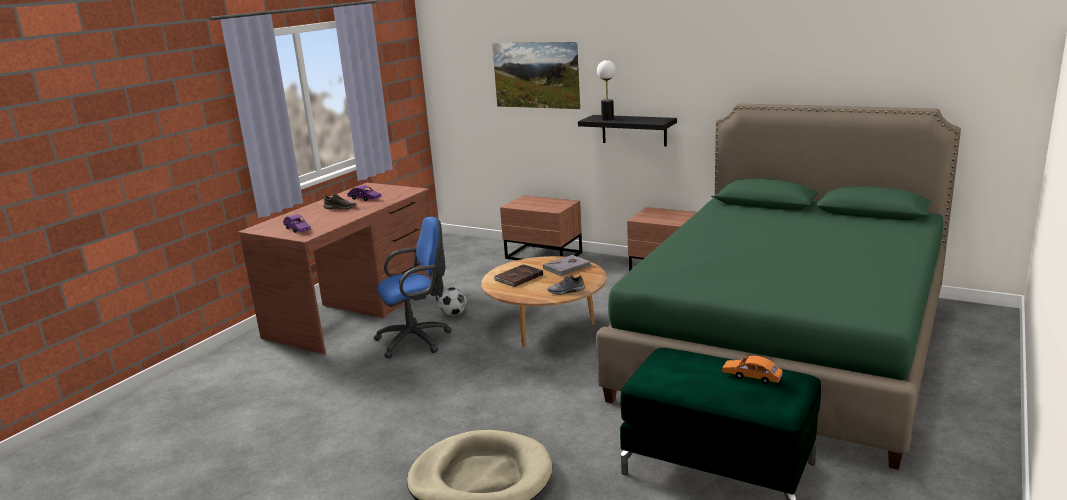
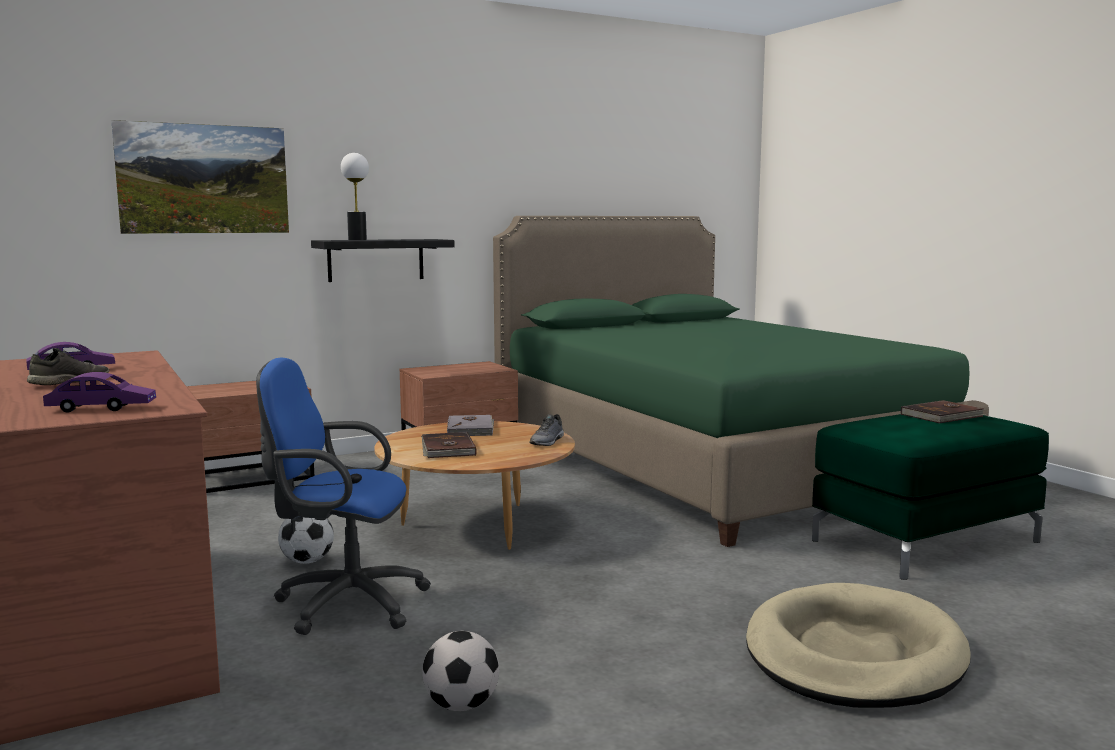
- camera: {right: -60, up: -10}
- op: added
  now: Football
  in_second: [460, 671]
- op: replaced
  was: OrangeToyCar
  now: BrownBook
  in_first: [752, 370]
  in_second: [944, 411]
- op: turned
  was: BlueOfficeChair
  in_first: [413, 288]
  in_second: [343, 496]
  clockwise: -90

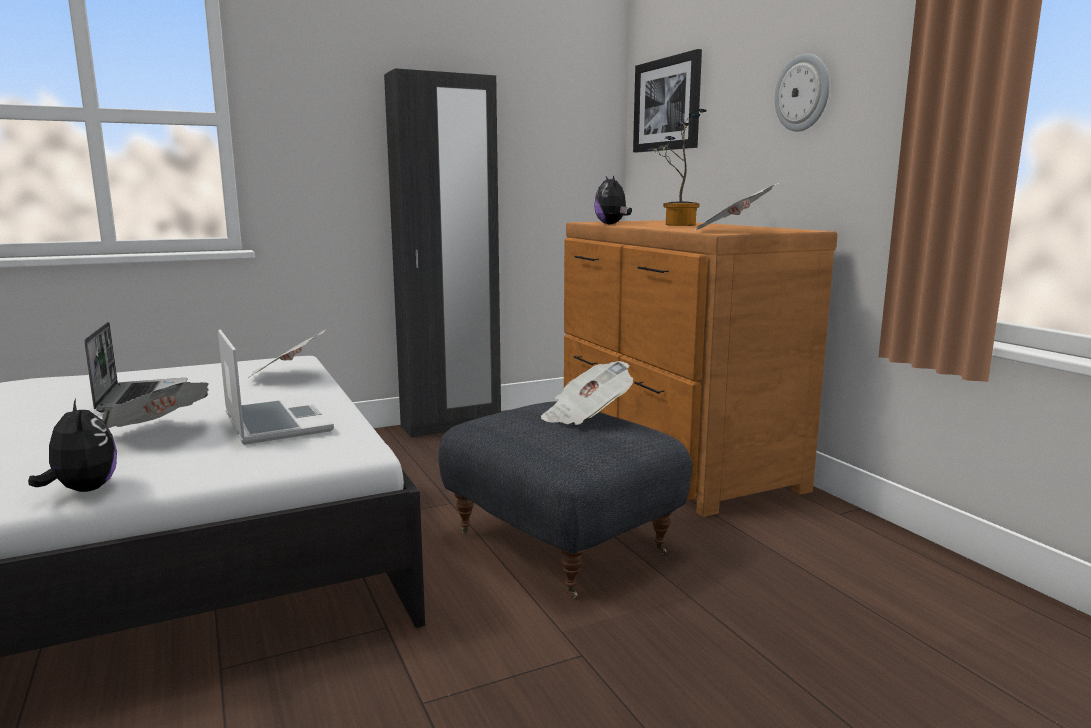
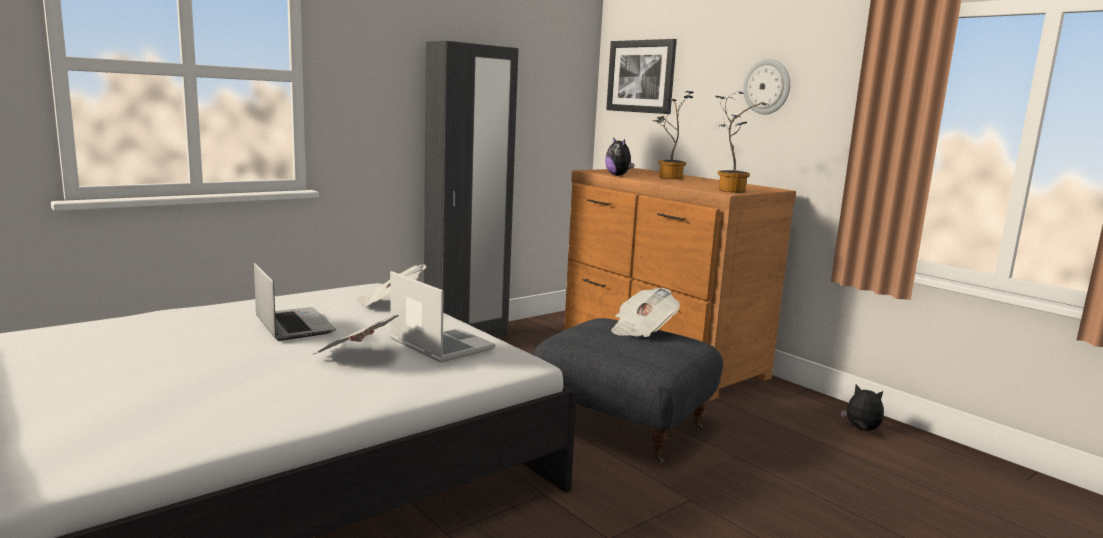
- camera: {right: -15, up: 0}
- op: moved
  was: PlushToy
  in_first: [72, 445]
  in_second: [862, 407]
- op: replaced
  was: Newspaper
  now: PottedPlant
  in_first: [737, 206]
  in_second: [741, 142]

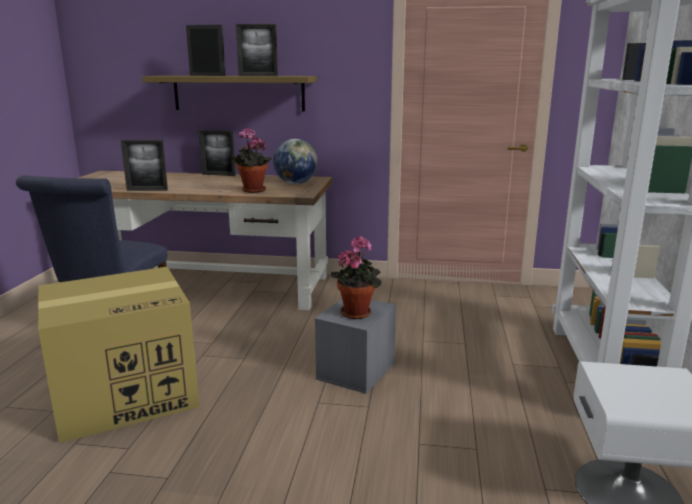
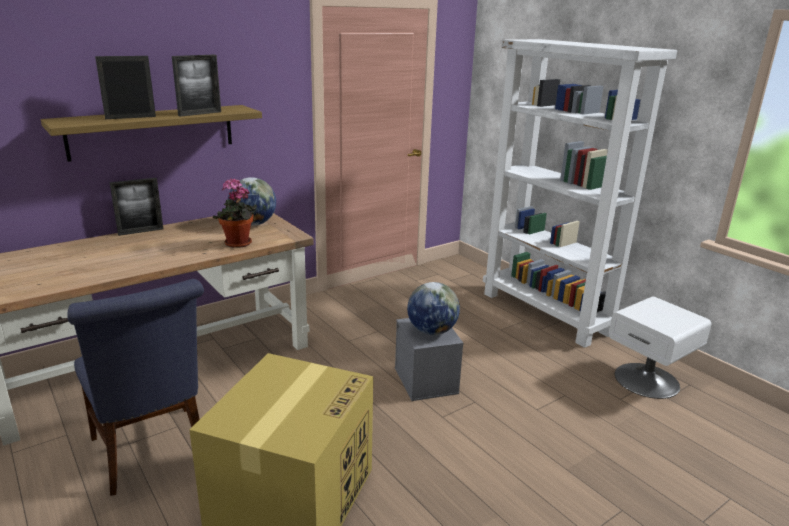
- camera: {right: -45, up: 5}
- op: removed
  was: PictureFrame
  in_first: [144, 165]
- op: replaced
  was: PottedPlant
  now: Globe
  in_first: [356, 277]
  in_second: [433, 308]

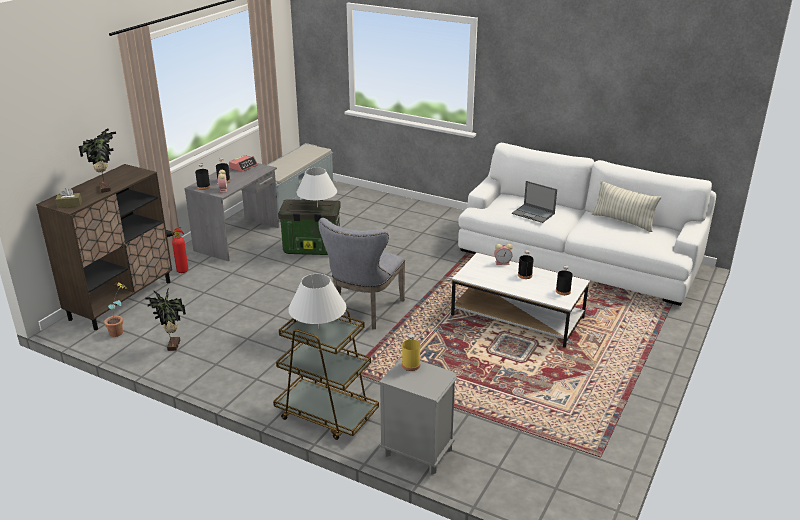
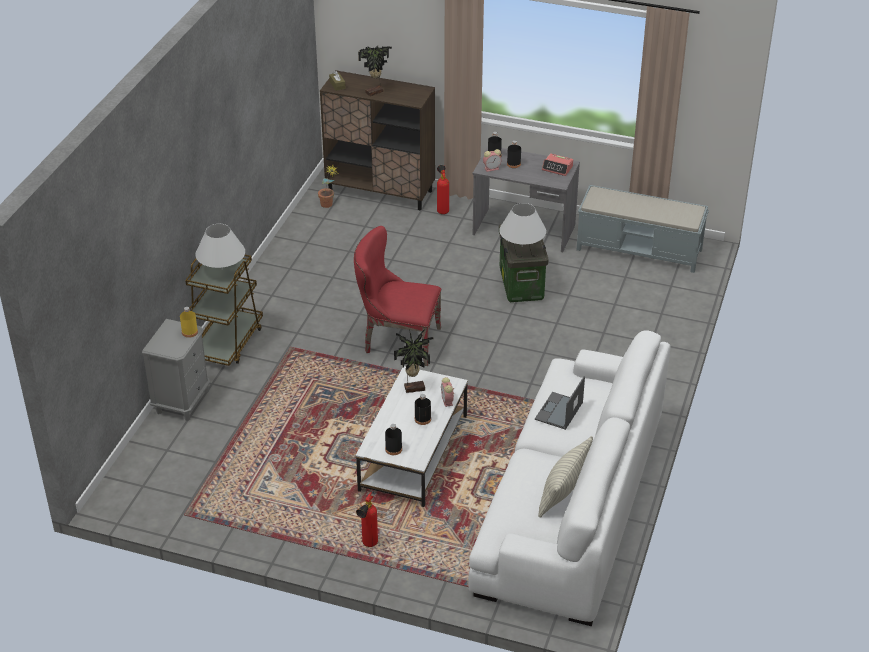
- camera: {right: 80, up: 10}
- op: added
  now: FireExtinguisher
  in_second: [367, 519]
- op: moved
  was: PottedPlant
  in_first: [165, 319]
  in_second: [413, 361]
- op: recoloured
  was: GreyChair
  now: RedChair
  in_first: [362, 273]
  in_second: [397, 296]

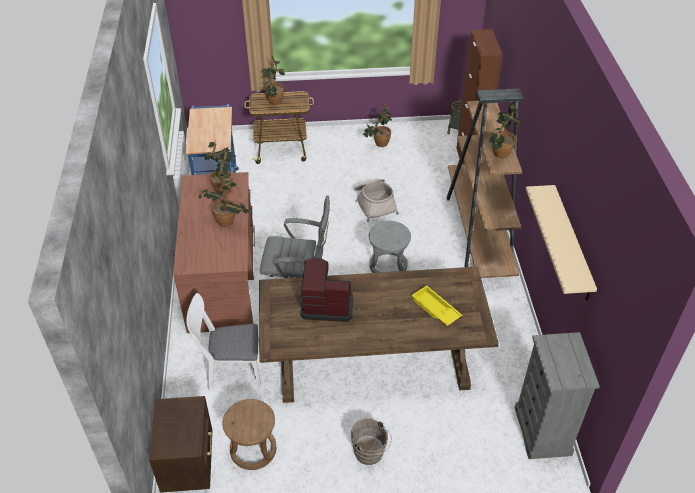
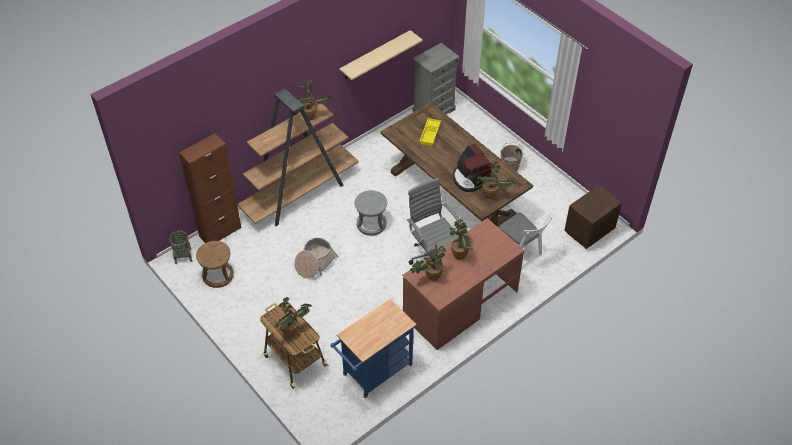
- camera: {right: -125, up: 5}
- op: moved
  was: BrownStool
  in_first: [249, 434]
  in_second: [215, 264]
- op: moved
  was: PottedPlant
  in_first: [377, 125]
  in_second: [496, 180]

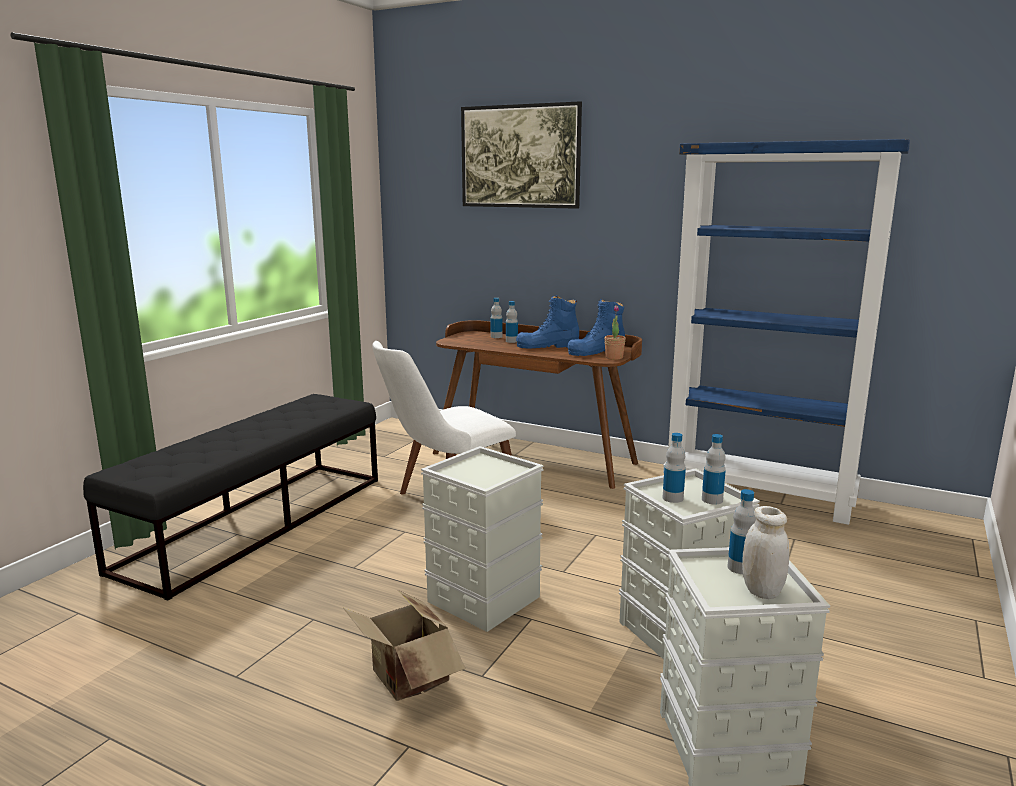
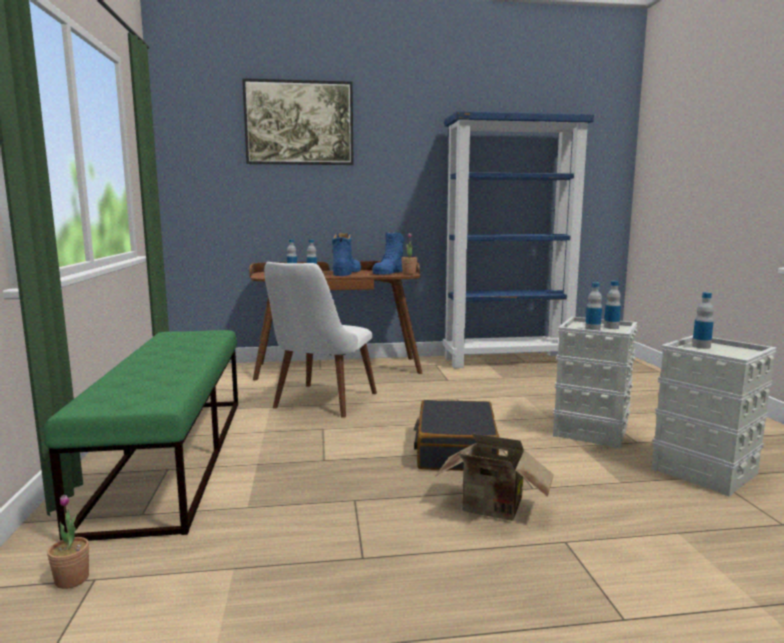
- camera: {right: -35, up: -5}
- op: removed
  was: WhiteJar
  in_first: [765, 552]
- op: added
  now: PottedPlant
  in_second: [68, 542]
- op: replaced
  was: GreyStorageBox
  now: BlackSuitcase
  in_first: [482, 539]
  in_second: [456, 435]
- op: recoloured
  was: BlackBench
  now: GreenBench
  in_first: [230, 497]
  in_second: [141, 435]
- op: turned
  was: BlueBoot
  in_first: [547, 322]
  in_second: [346, 254]
  clockwise: 150

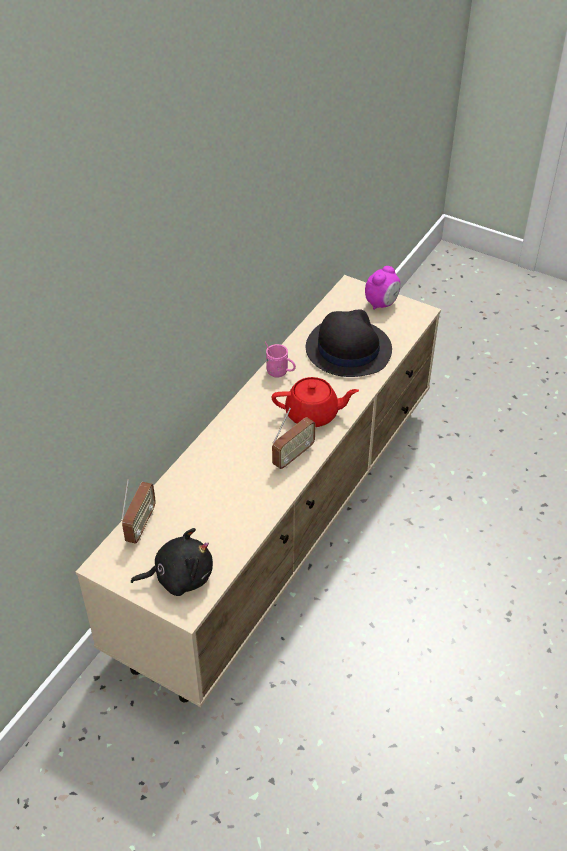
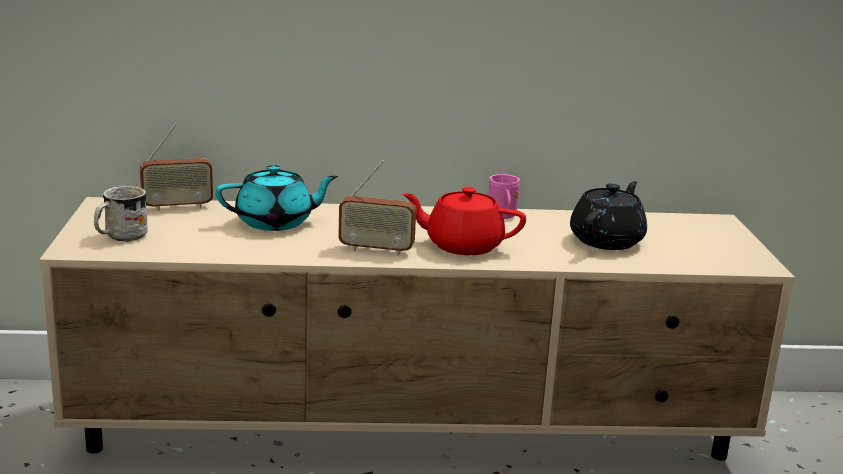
- camera: {right: 55, up: -25}
- op: removed
  was: AlarmClock
  in_first: [382, 287]
- op: added
  now: TurquoiseTeapot
  in_second: [277, 198]
- op: replaced
  was: BlackPlushToy
  now: WhiteMug
  in_first: [172, 562]
  in_second: [121, 214]
- op: replaced
  was: BlackHat
  now: BlackTeapot
  in_first: [349, 343]
  in_second: [608, 215]
- op: turned
  was: RedTeapot
  in_first: [315, 402]
  in_second: [464, 221]
  clockwise: 135

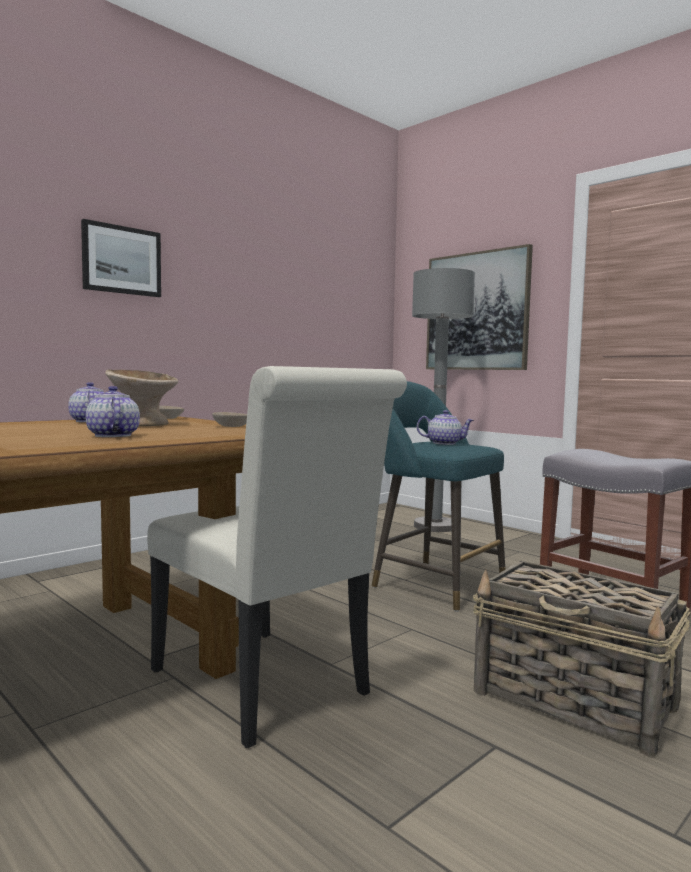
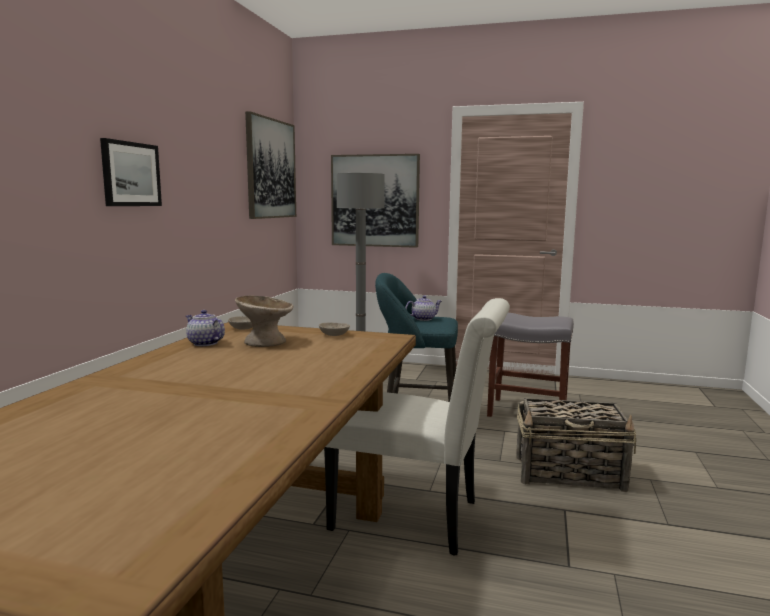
- camera: {right: -30, up: 5}
- op: removed
  was: Teapot
  in_first: [113, 411]
- op: added
  now: Picture
  in_second: [270, 165]

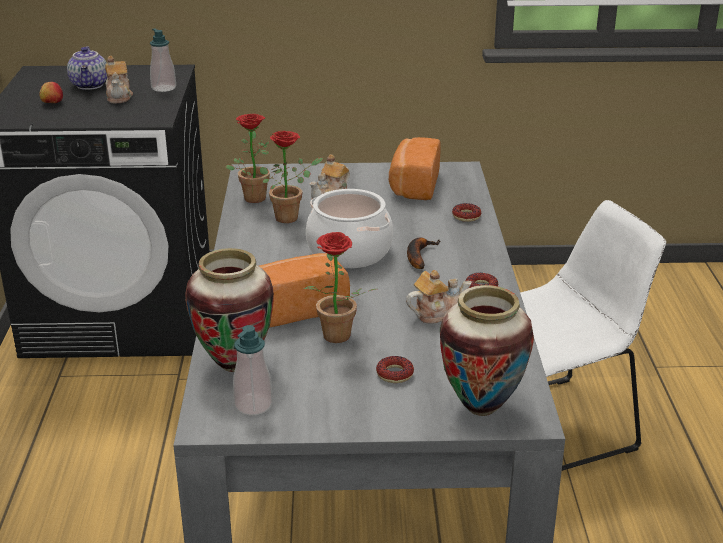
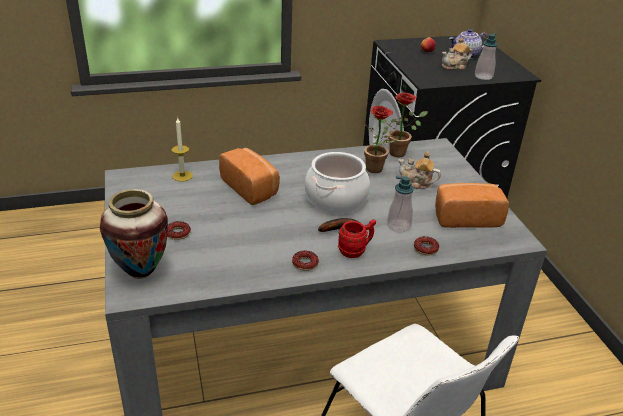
- camera: {right: 75, up: 5}
- op: removed
  was: PottedPlant
  in_first: [339, 287]
- op: removed
  was: Teapot
  in_first: [439, 297]
- op: added
  now: RedMug
  in_second: [357, 238]
- op: moved
  was: SoapDispenser
  in_first: [253, 370]
  in_second: [400, 204]
- op: replaced
  was: Vase
  now: Candle
  in_first: [229, 310]
  in_second: [182, 150]

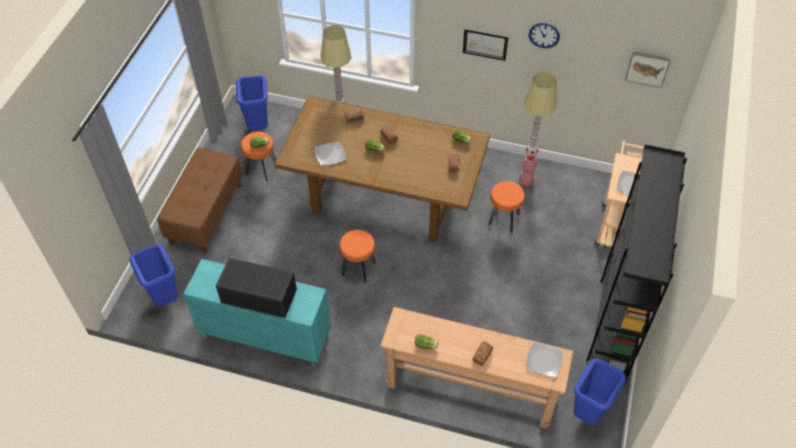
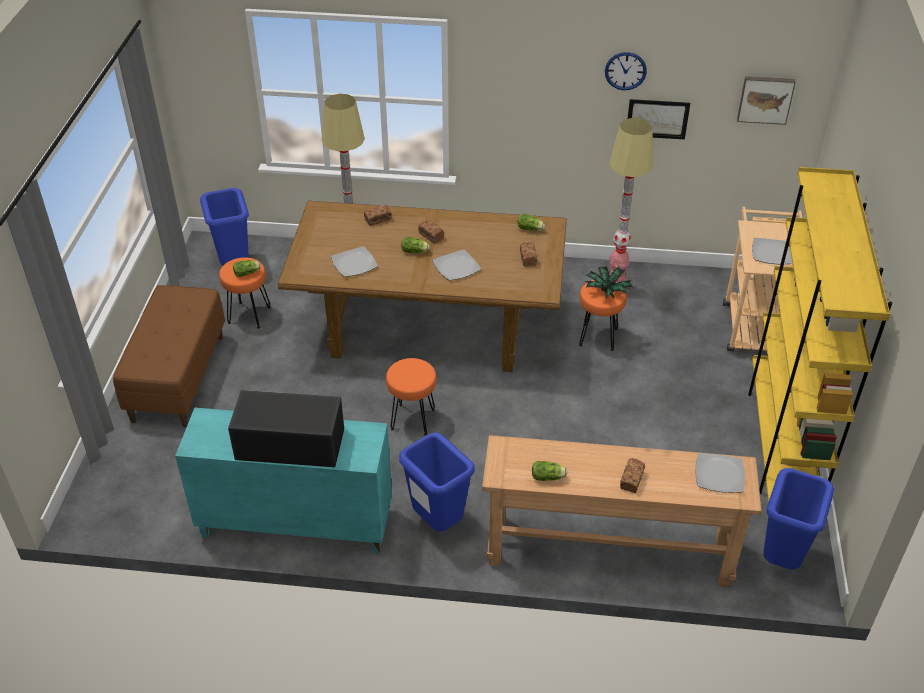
- camera: {right: -10, up: -10}
- op: added
  now: Plate
  in_second: [456, 264]
- op: added
  now: PottedPlant
  in_second: [608, 282]
- op: moved
  was: BlueTrashCan
  in_first: [153, 275]
  in_second: [437, 482]
- op: moved
  was: Picture
  in_first: [485, 45]
  in_second: [659, 119]
- op: recoloured
  was: BlackBookcase
  now: YellowBookcase
  in_first: [636, 263]
  in_second: [820, 334]

